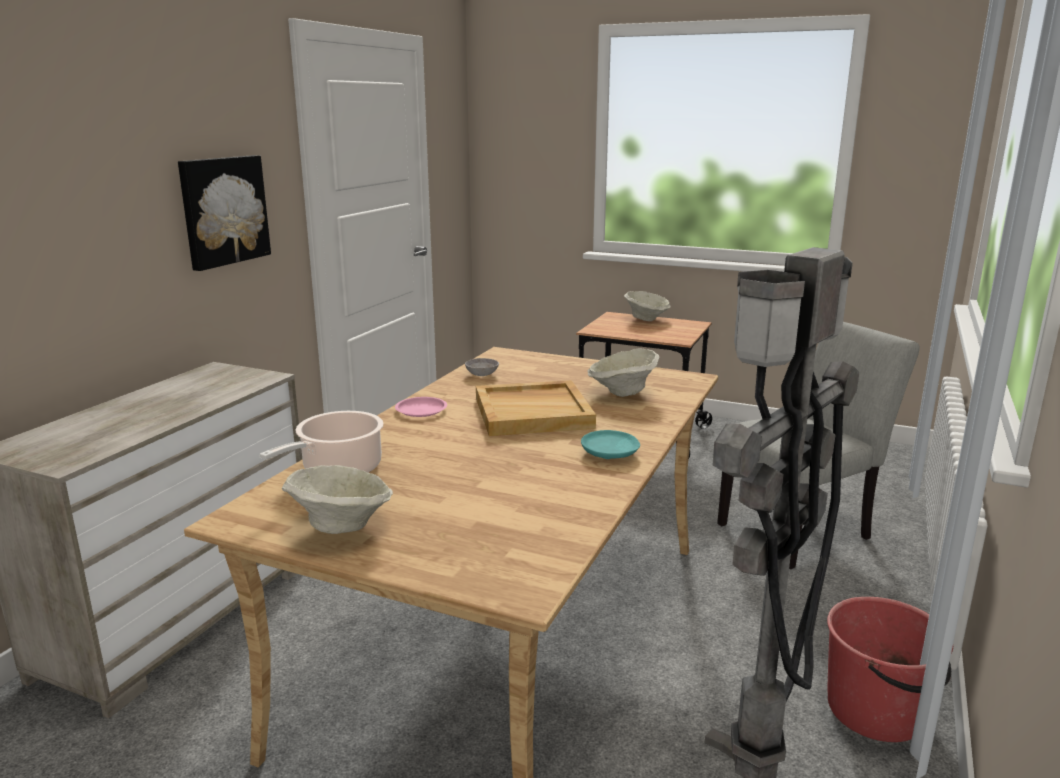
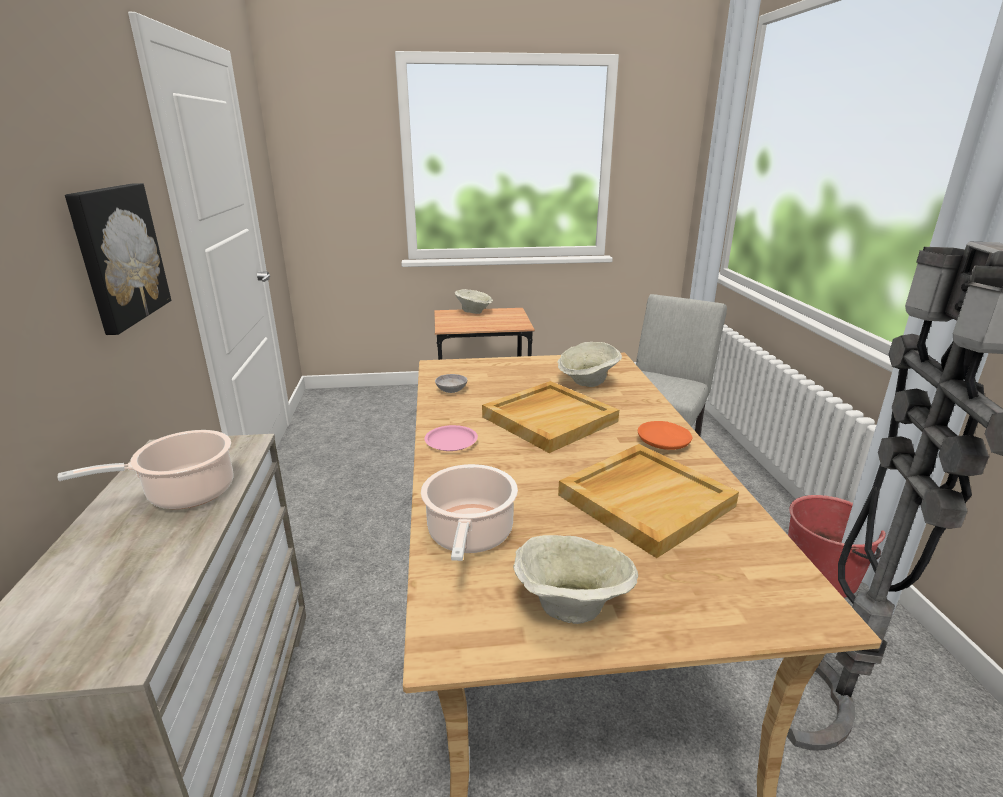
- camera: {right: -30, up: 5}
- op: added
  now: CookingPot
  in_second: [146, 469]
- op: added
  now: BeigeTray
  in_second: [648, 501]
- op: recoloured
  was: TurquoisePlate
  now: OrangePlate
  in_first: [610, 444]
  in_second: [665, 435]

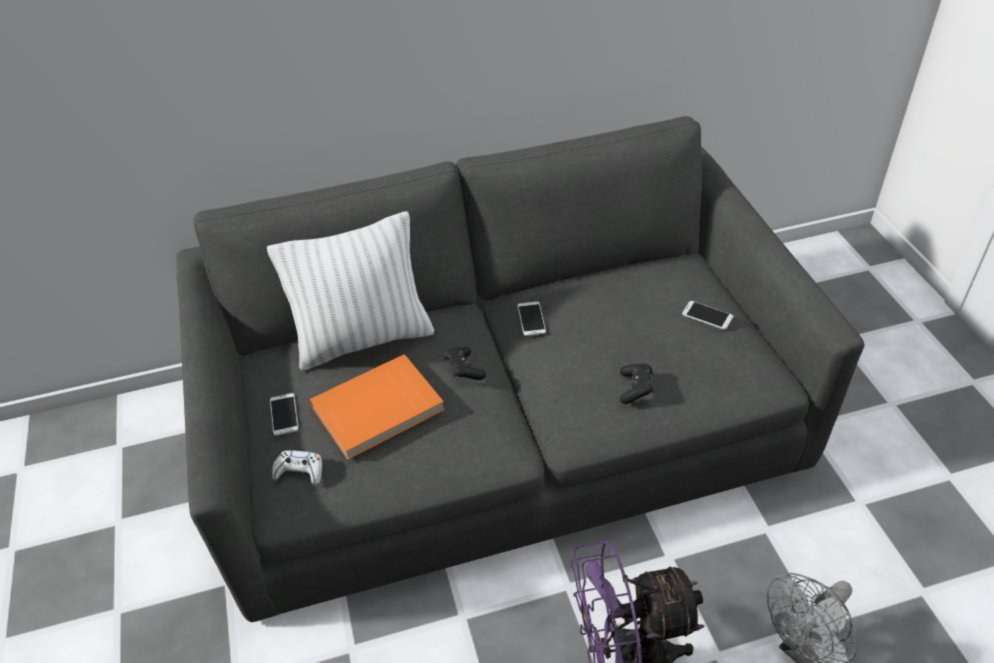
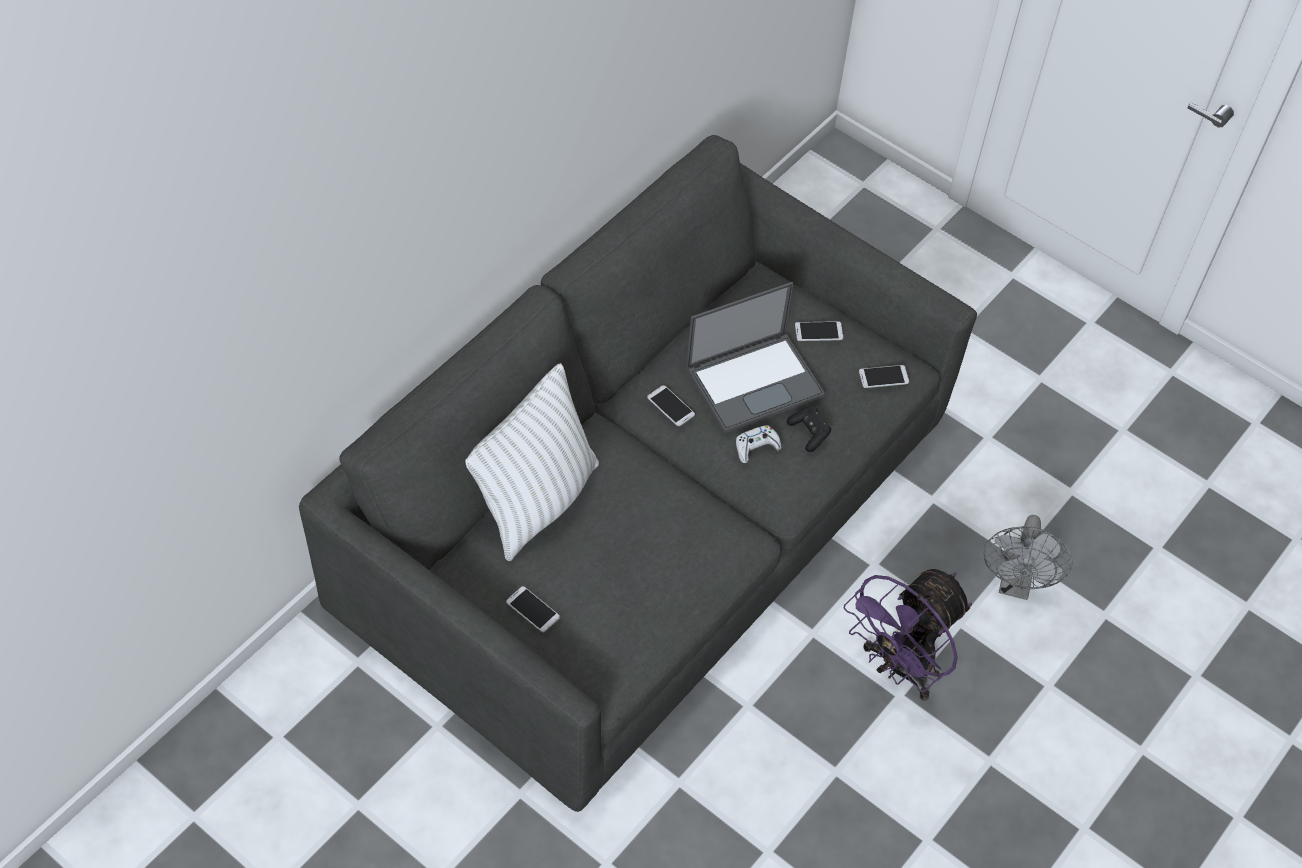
- camera: {right: -40, up: 10}
- op: removed
  was: OrangeBook
  in_first: [377, 407]
- op: removed
  was: BlackGameController
  in_first: [465, 363]
- op: added
  now: Laptop
  in_second: [755, 357]
- op: added
  now: Phone
  in_second: [884, 376]
- op: moved
  was: WhiteGameController
  in_first: [297, 467]
  in_second: [758, 444]

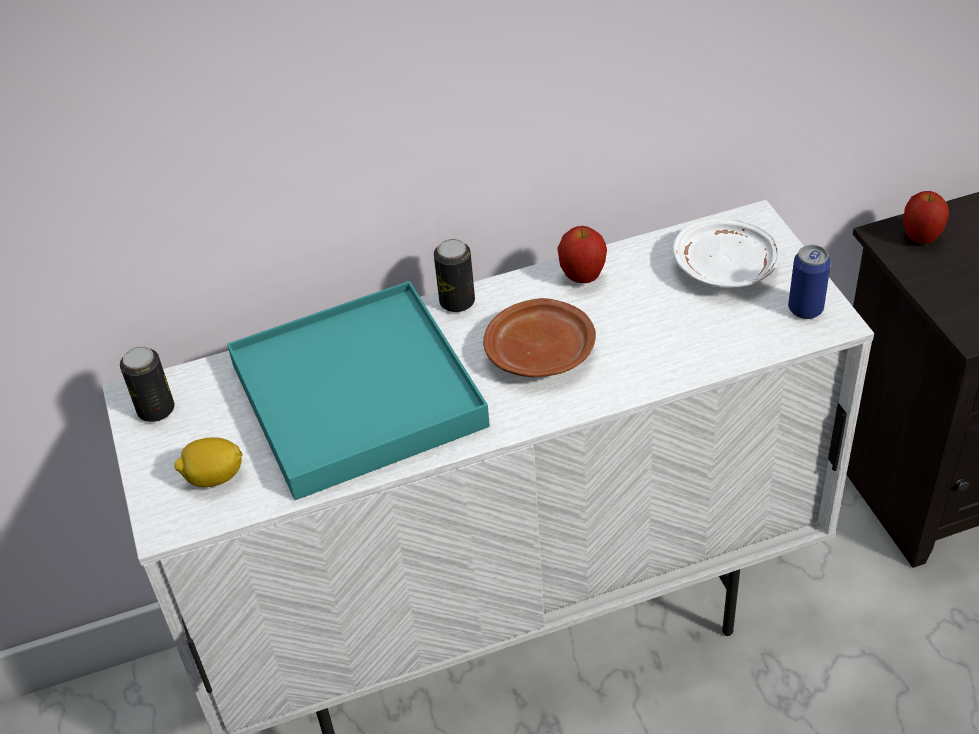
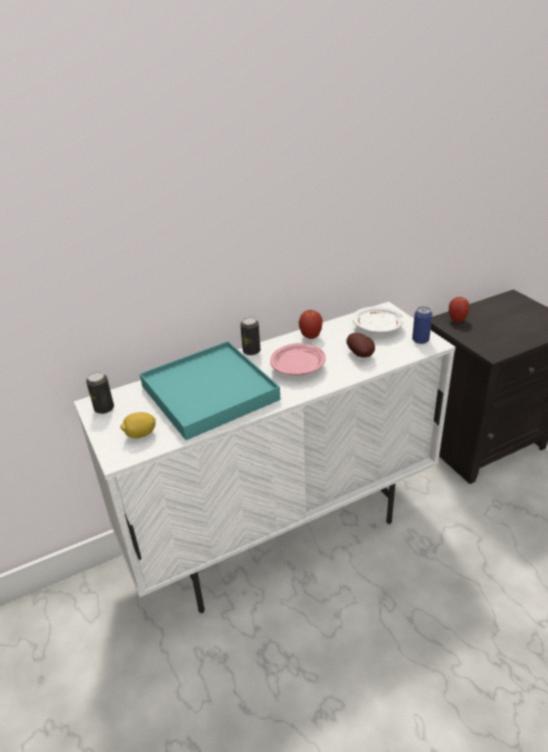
- camera: {right: -10, up: -10}
- op: added
  now: Potato
  in_second: [360, 345]
- op: recoloured
  was: BrownPlate
  now: PinkPlate
  in_first: [539, 337]
  in_second: [298, 359]

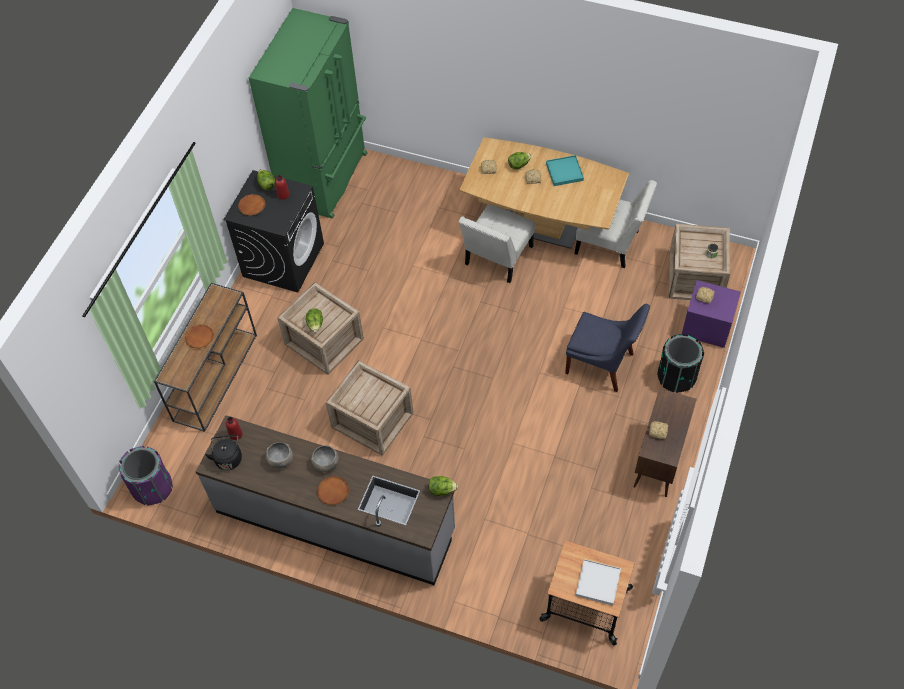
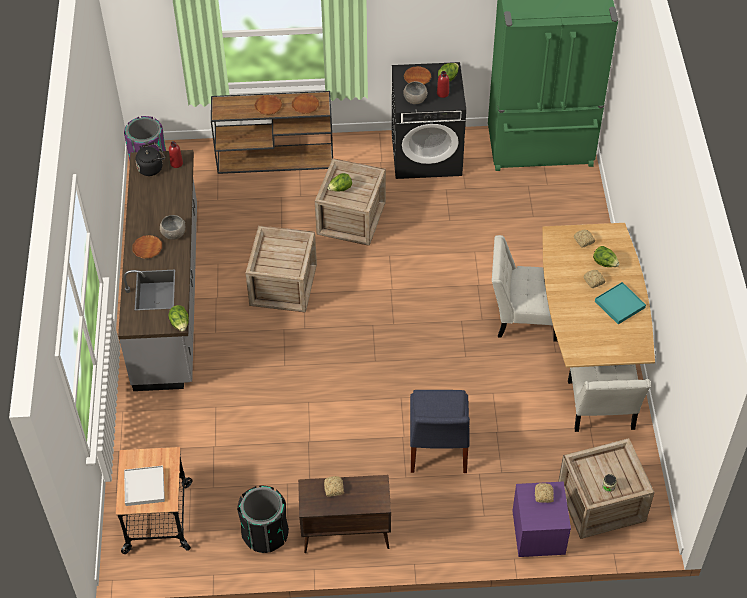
- camera: {right: 65, up: -5}
- op: added
  now: BrownPlate
  in_second: [305, 104]
- op: moved
  was: GreyBowl
  in_first: [279, 455]
  in_second: [415, 92]
- op: moved
  was: BlackTrashCan
  in_first: [680, 363]
  in_second: [263, 519]

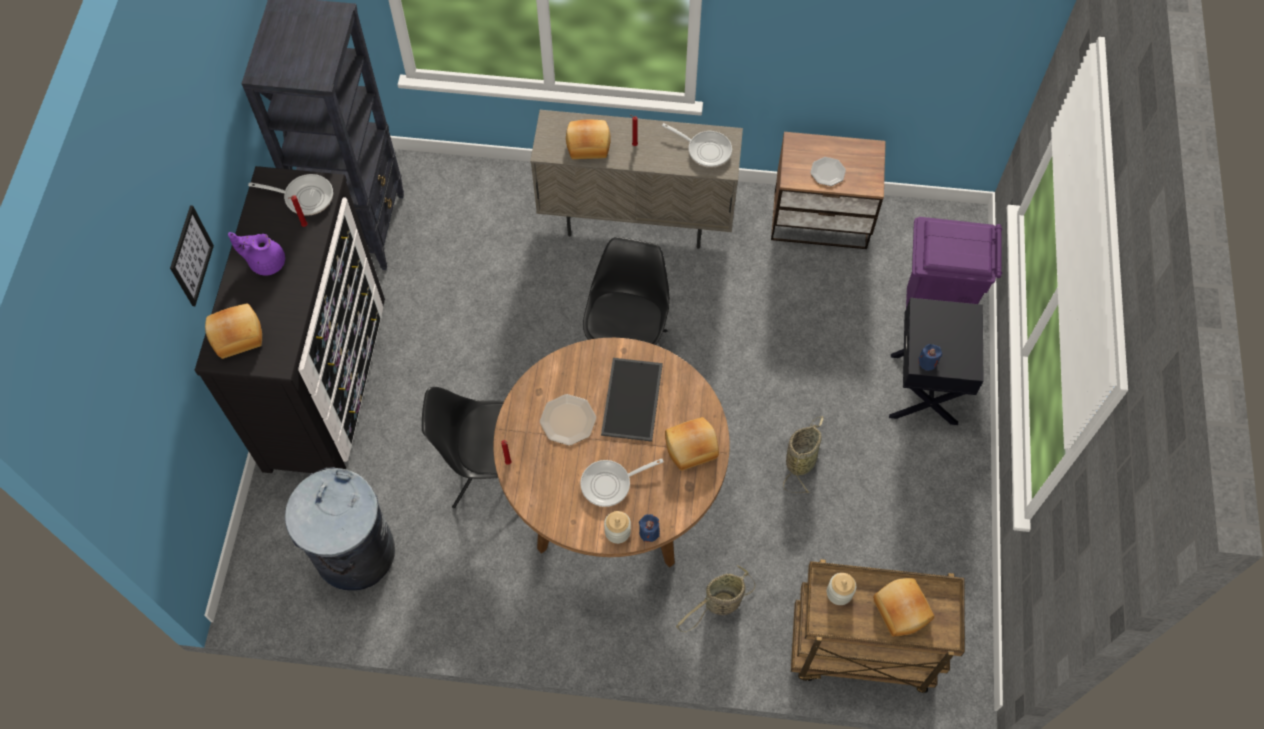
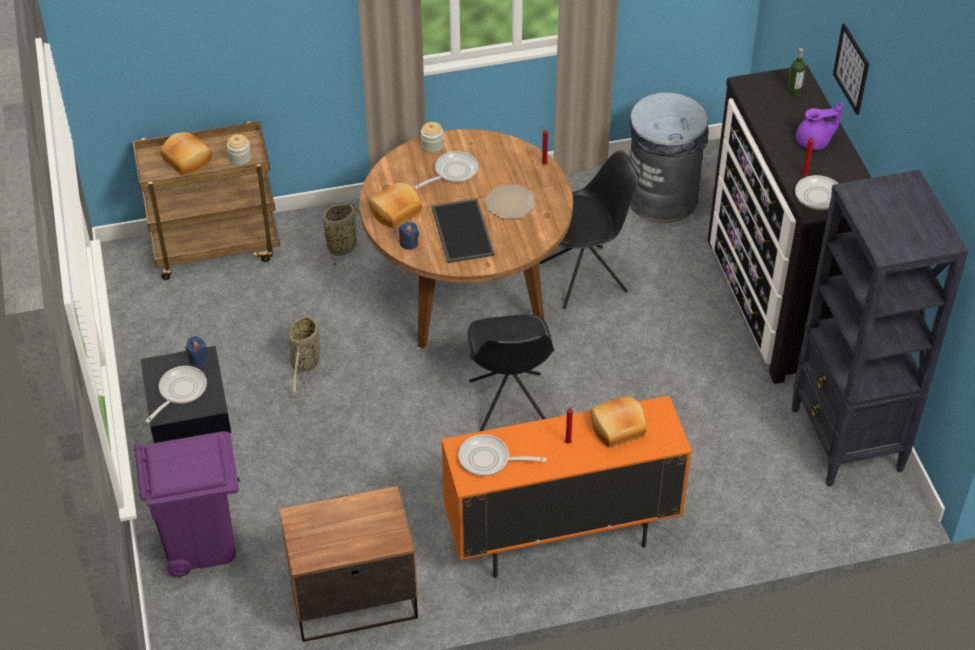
- camera: {right: 160, up: -15}
- op: removed
  was: Plate
  in_first: [828, 171]
- op: added
  now: FryingPan
  in_second: [176, 394]
- op: moved
  was: BlueCandle
  in_first: [649, 528]
  in_second: [409, 236]
- op: replaced
  was: Bread
  now: Bottle
  in_first: [233, 331]
  in_second: [796, 72]
- op: recoloured
  was: BeigeCabinet
  now: OrangeCabinet
  in_first: [636, 179]
  in_second: [566, 487]

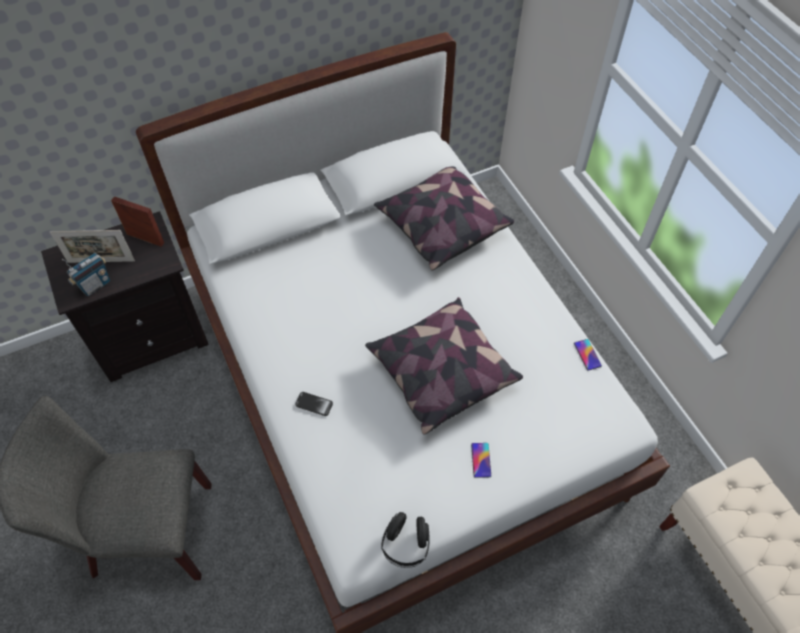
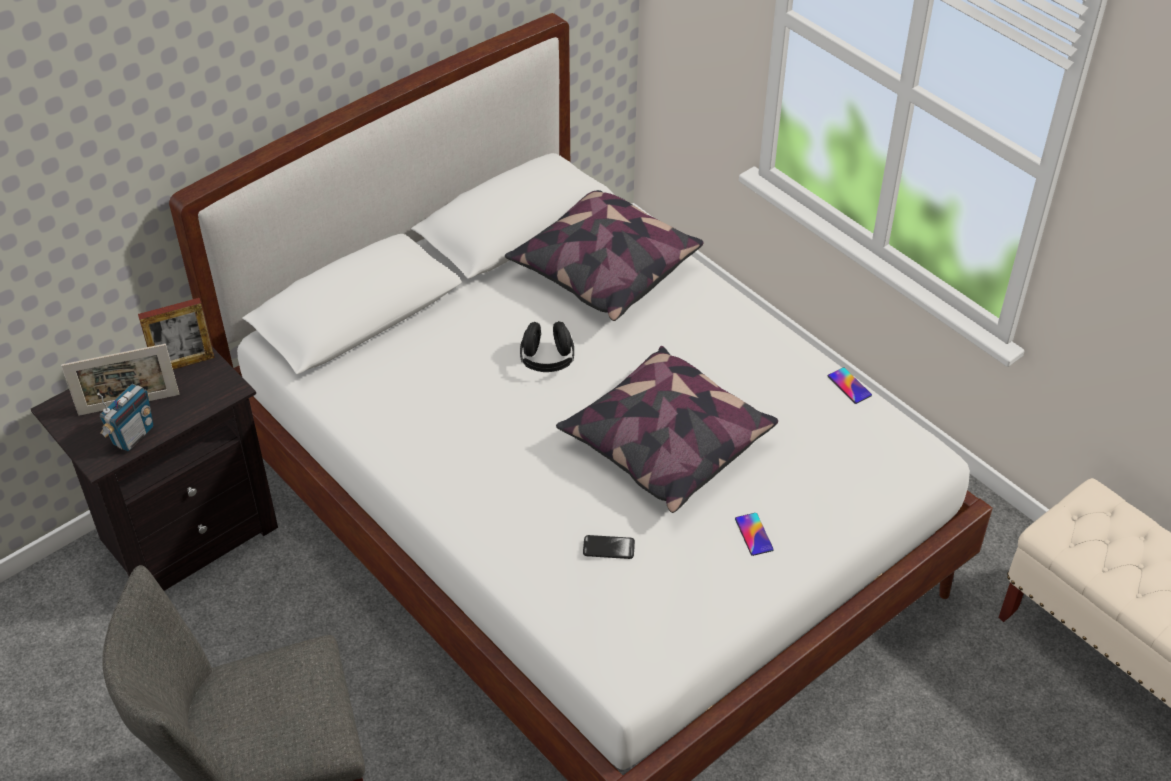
- camera: {right: -15, up: -10}
- op: moved
  was: Phone
  in_first: [314, 404]
  in_second: [609, 547]
- op: moved
  was: BlackHeadphones
  in_first: [405, 540]
  in_second: [547, 346]
- op: turned
  was: PictureFrame
  in_first: [137, 221]
  in_second: [176, 333]
  clockwise: 150

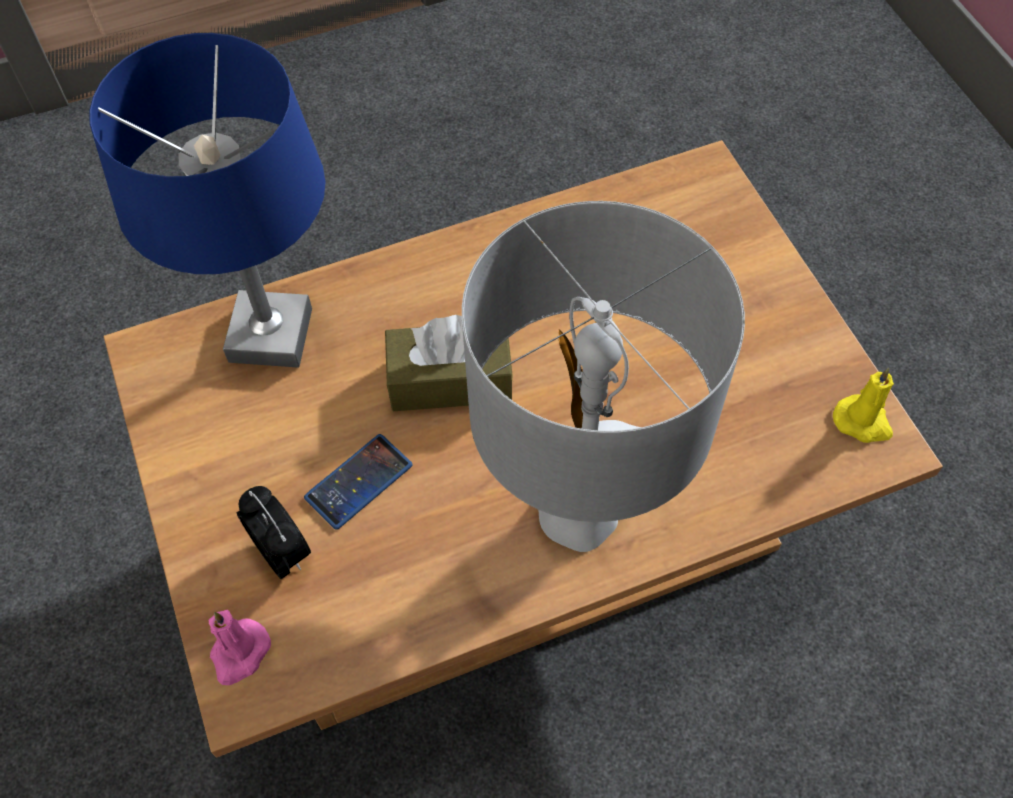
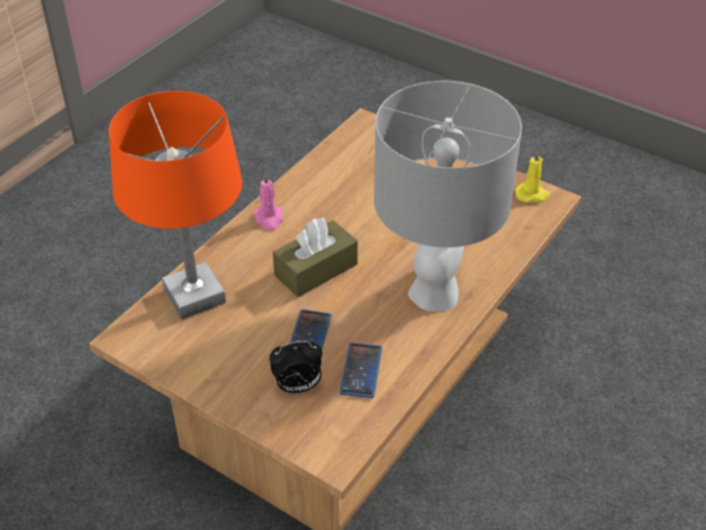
- camera: {right: -35, up: -15}
- op: added
  now: Phone
  in_second: [361, 370]
- op: moved
  was: PinkCandle
  in_first: [239, 647]
  in_second: [268, 202]
- op: recoloured
  was: BlueTableLamp
  now: OrangeTableLamp
  in_first: [207, 200]
  in_second: [175, 205]
- op: turned
  was: AlarmClock
  in_first: [274, 532]
  in_second: [295, 367]
  clockwise: 150

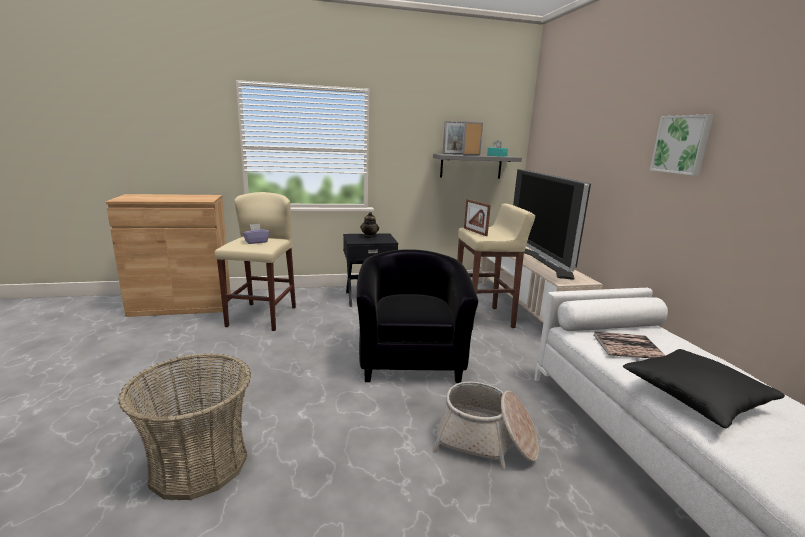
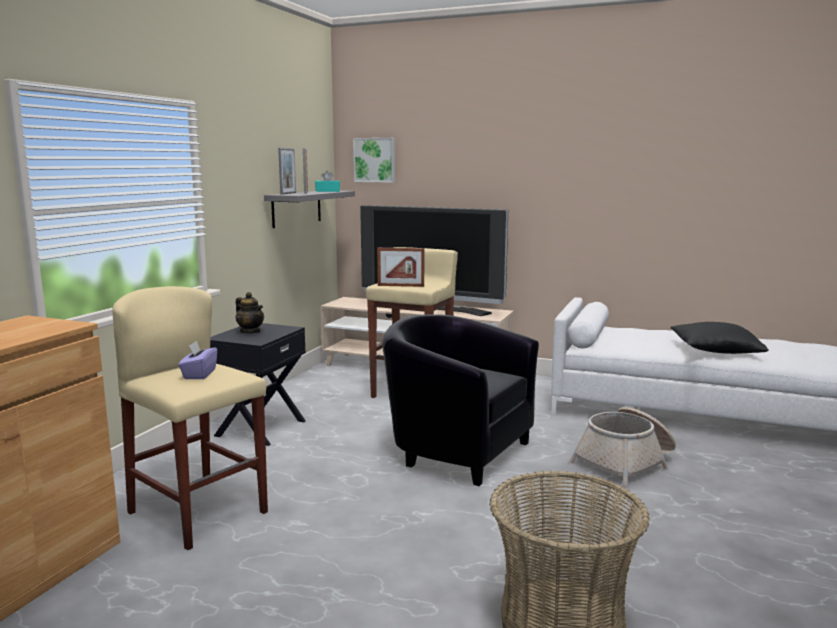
- camera: {right: -55, up: -5}
- op: removed
  was: Book
  in_first: [629, 345]
- op: moved
  was: Picture
  in_first: [682, 145]
  in_second: [374, 160]

